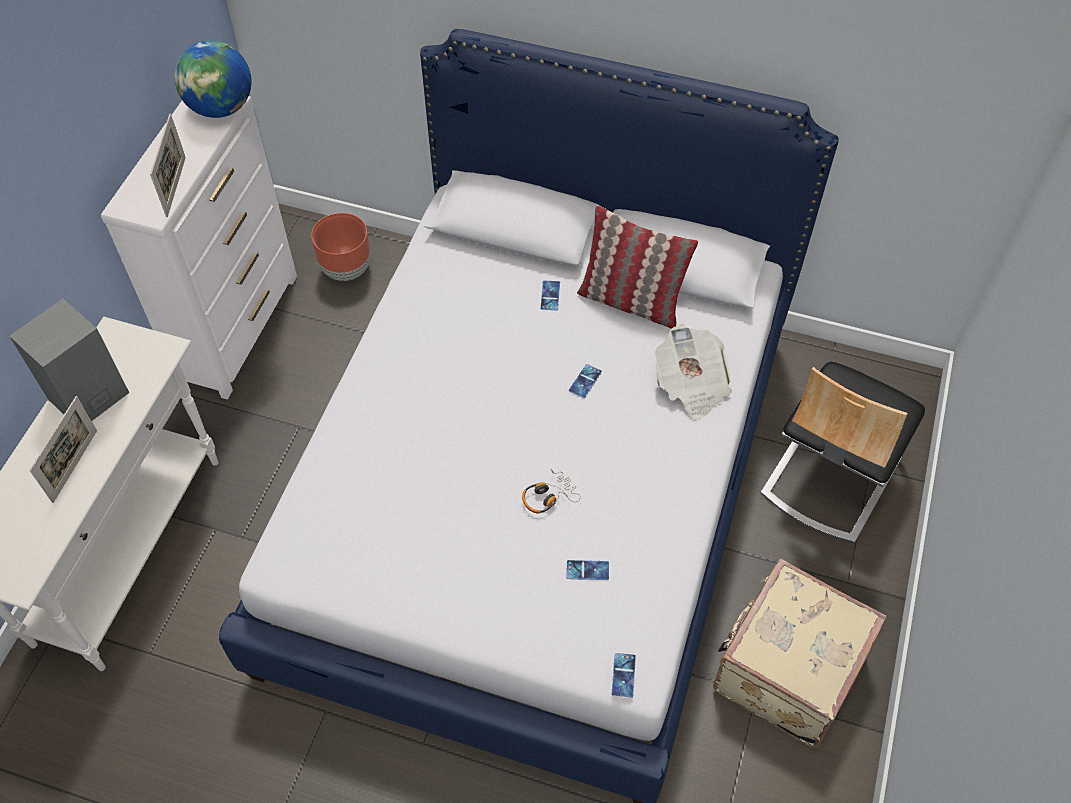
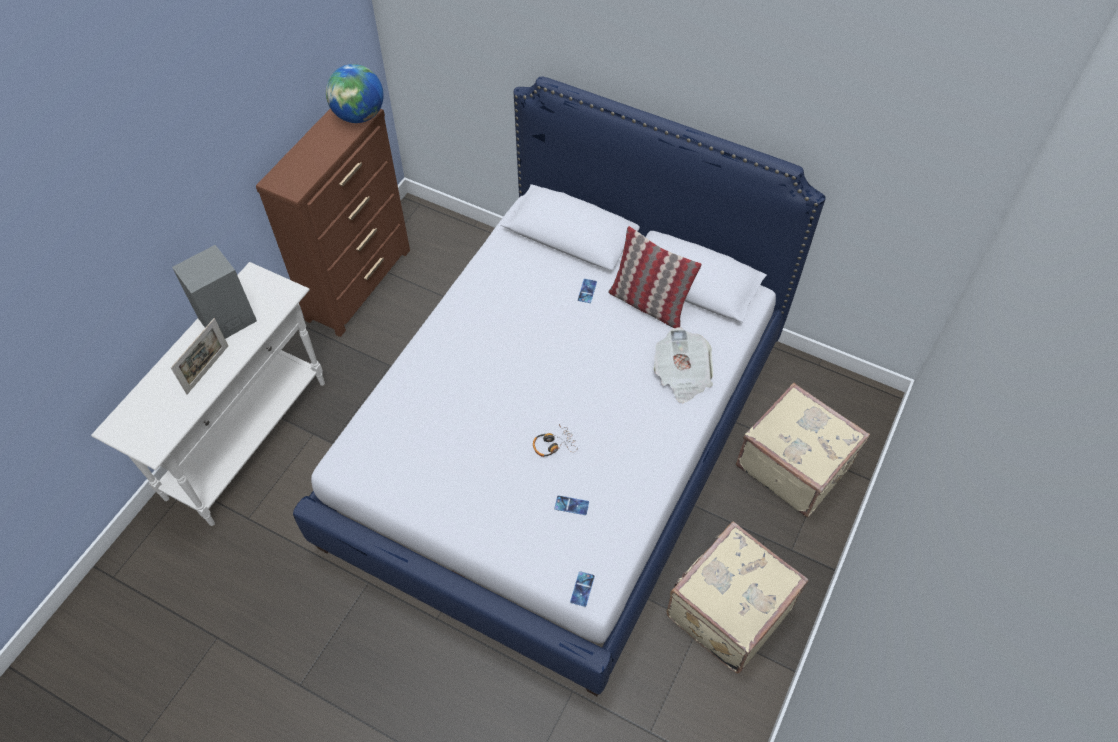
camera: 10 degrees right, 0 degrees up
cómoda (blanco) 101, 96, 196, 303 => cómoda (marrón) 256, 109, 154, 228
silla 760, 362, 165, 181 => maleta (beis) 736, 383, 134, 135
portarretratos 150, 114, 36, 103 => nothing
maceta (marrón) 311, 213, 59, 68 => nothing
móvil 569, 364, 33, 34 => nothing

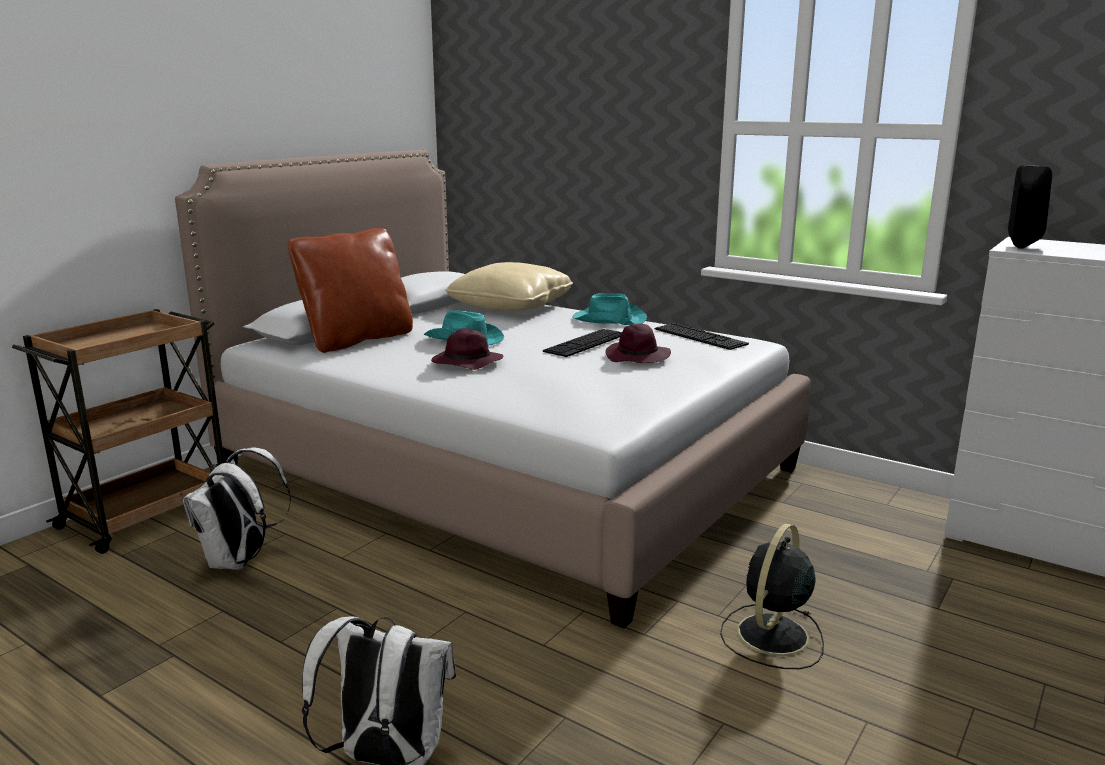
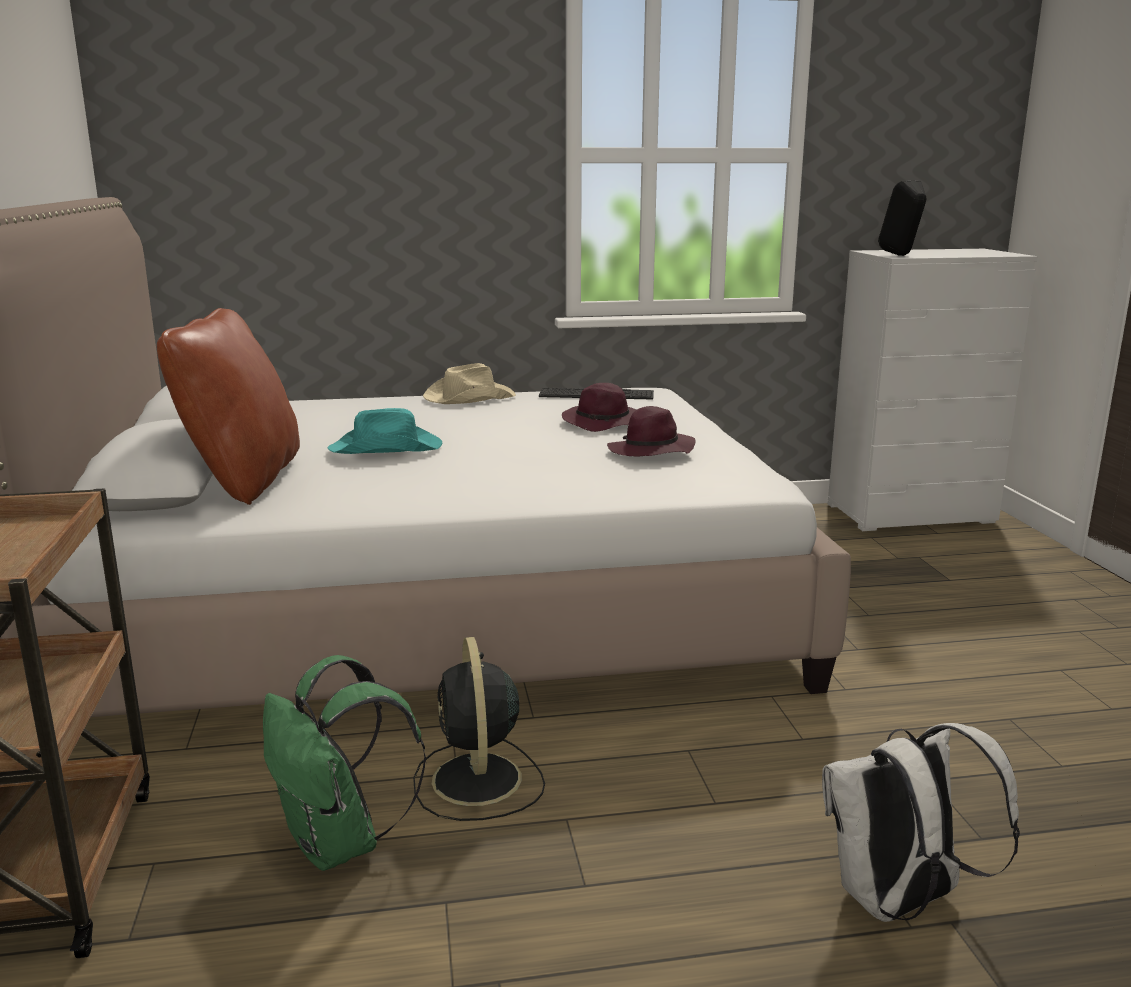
camera: 45 degrees left, 0 degrees up
mochila (blanco) 183, 448, 108, 122 => mochila (verde) 263, 655, 163, 216
ventilador (negro) 720, 524, 104, 145 => ventilador (negro) 413, 637, 132, 184, relocated
sombrero (turquesa) 572, 293, 75, 32 => sombrero (beis) 423, 363, 93, 41
sombrero (morado) 431, 328, 73, 42 => sombrero (morado) 607, 406, 89, 50, relocated
cojín (beis) 445, 262, 128, 49 => nothing
teclado 543, 329, 79, 28 => nothing

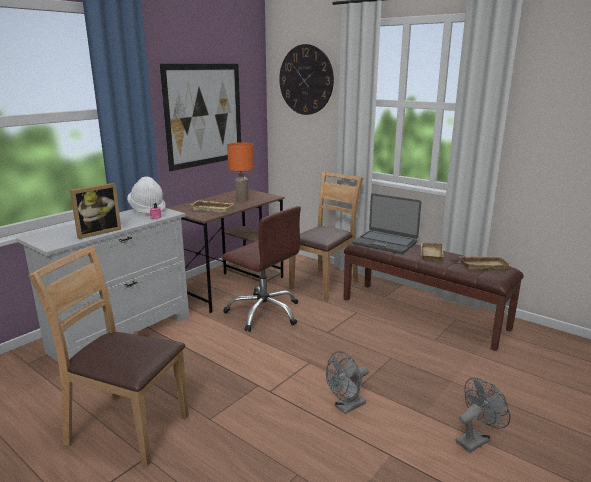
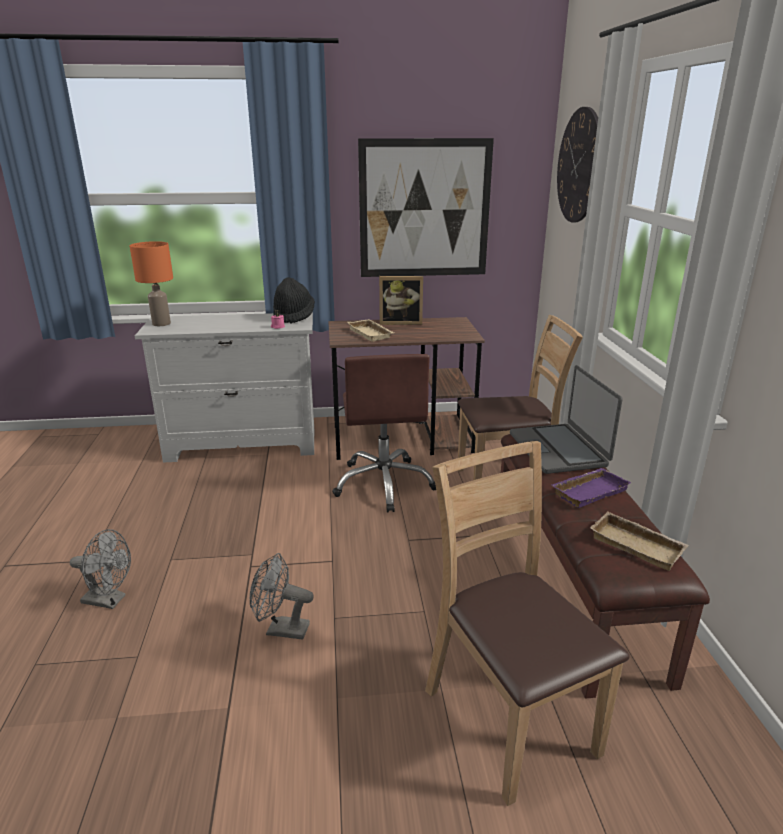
camera: 45 degrees right, 5 degrees up
ventilador (gris) 455, 378, 55, 75 => ventilador (gris) 70, 529, 61, 80, relocated
lámpara de mesa (naranja) 227, 142, 27, 60 => lámpara de mesa (naranja) 129, 241, 44, 85, relocated
sombrero (blanco) 127, 177, 39, 38 => sombrero (negro) 273, 277, 42, 47
portarretratos 70, 183, 51, 56 => portarretratos 379, 276, 44, 49, relocated
silla (marrón) 28, 246, 161, 221 => silla (marrón) 425, 441, 205, 365, relocated
bandeja (beis) 420, 242, 24, 19 => bandeja (morado) 551, 468, 80, 40

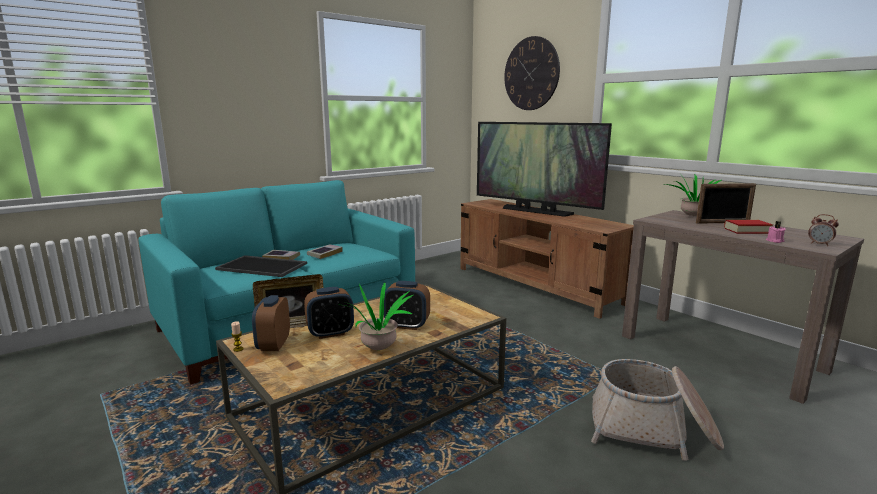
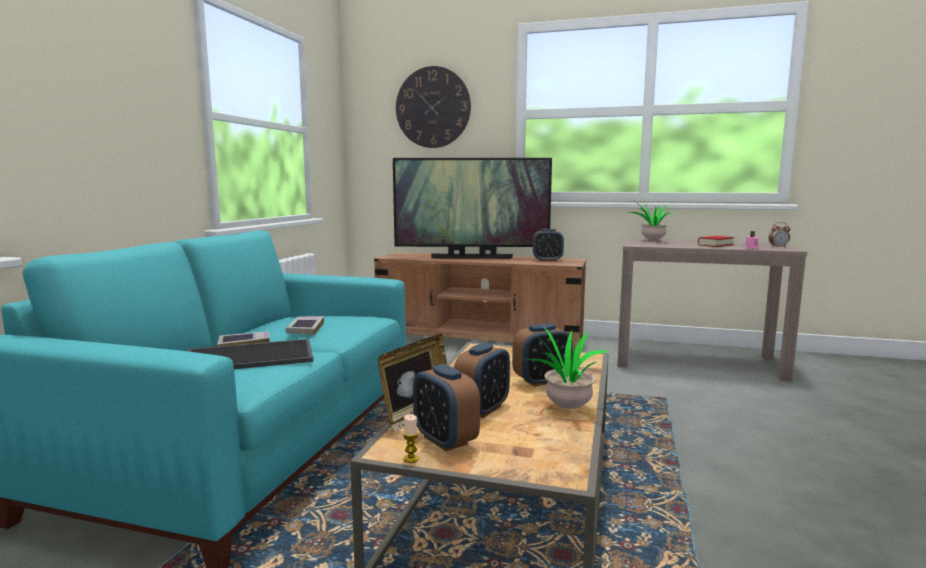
camera: 35 degrees left, 5 degrees down
nothing => despertador 533, 229, 31, 32
cesta 591, 359, 133, 102 => nothing
portarretratos 696, 183, 60, 41 => nothing

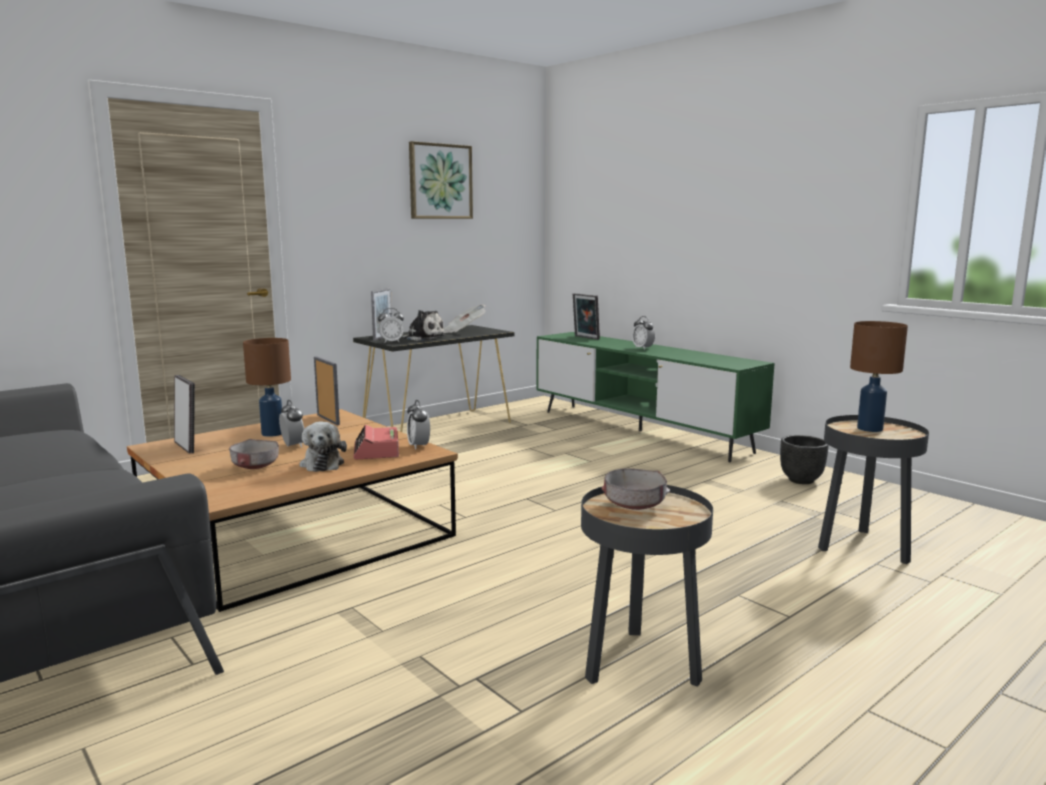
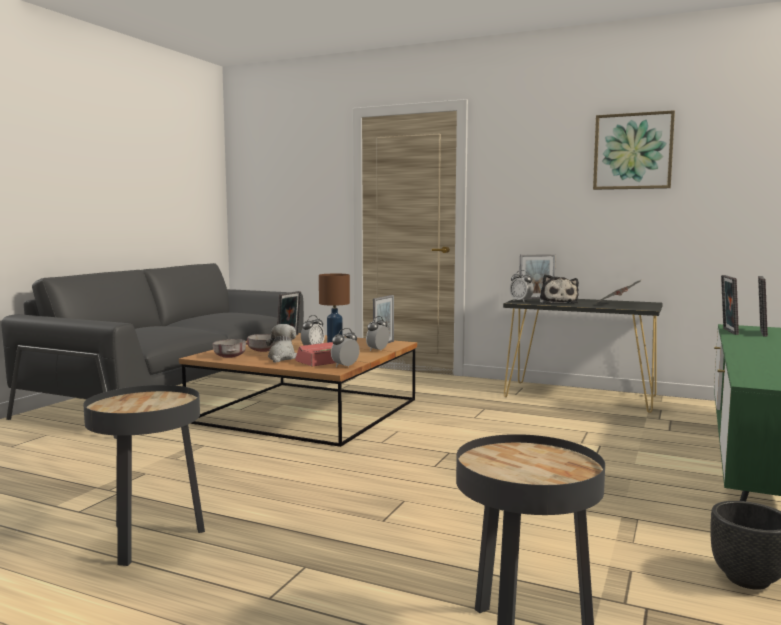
camera: 65 degrees right, 5 degrees down
cuenco (gris) 601, 468, 69, 42 => cuenco (gris) 213, 339, 33, 19, relocated
peluche 299, 422, 48, 50 => peluche 266, 324, 31, 39, 135 degrees clockwise
despertador 632, 316, 23, 34 => despertador 366, 316, 23, 35, relocated
nothing => portarretratos 721, 275, 18, 60
lámpara de mesa (marrón) 850, 321, 58, 111 => nothing

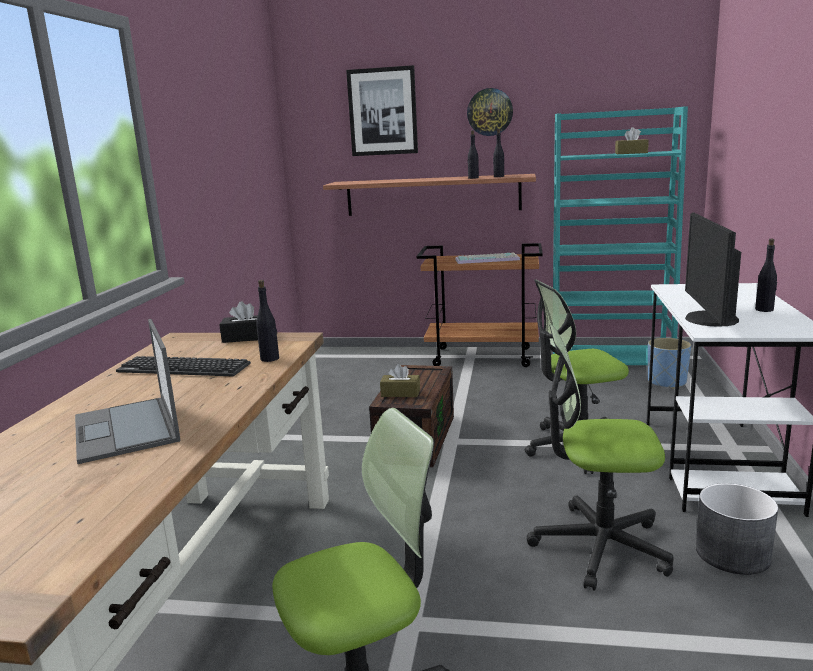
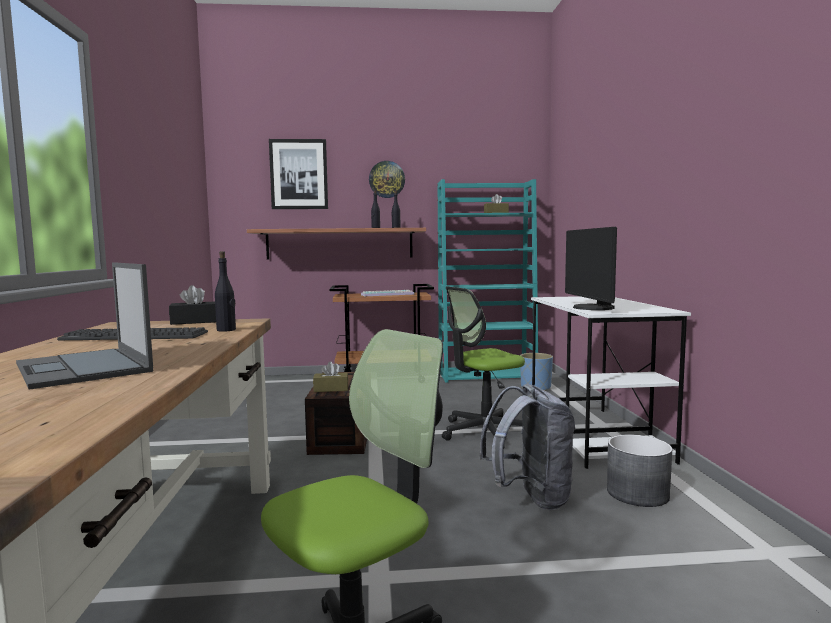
camera: 15 degrees left, 10 degrees down
silla de oficina 527, 325, 147, 266 => mochila (gris) 479, 384, 96, 126
botella (negro) 755, 239, 22, 73 => nothing

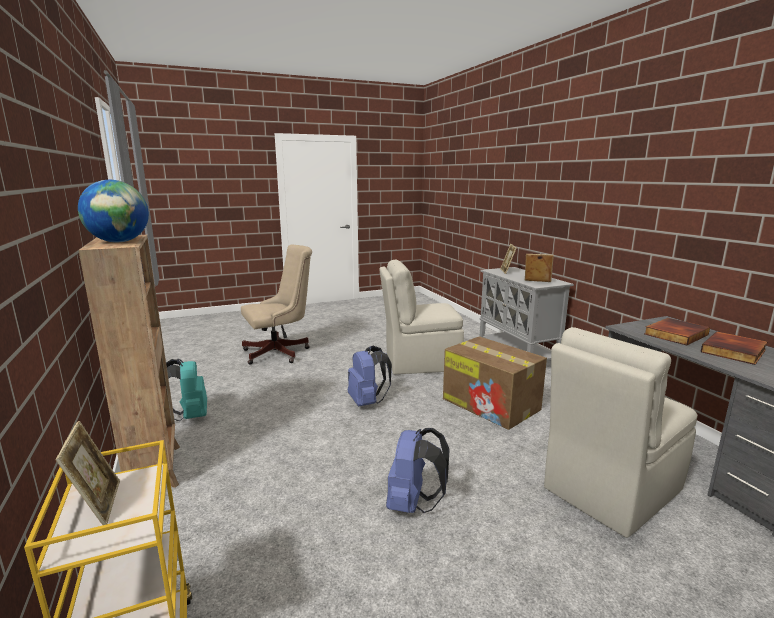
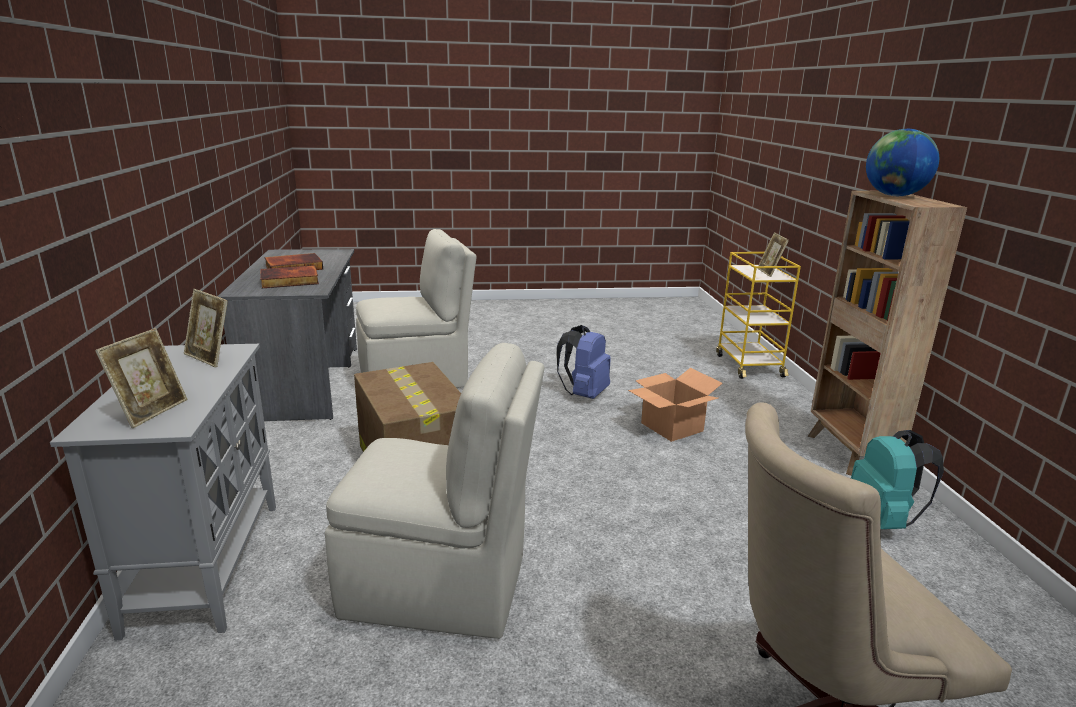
camera: 165 degrees left, 5 degrees up
nothing => caja de cartón 628, 368, 95, 74
mochila (azul) 348, 346, 44, 60 => nothing

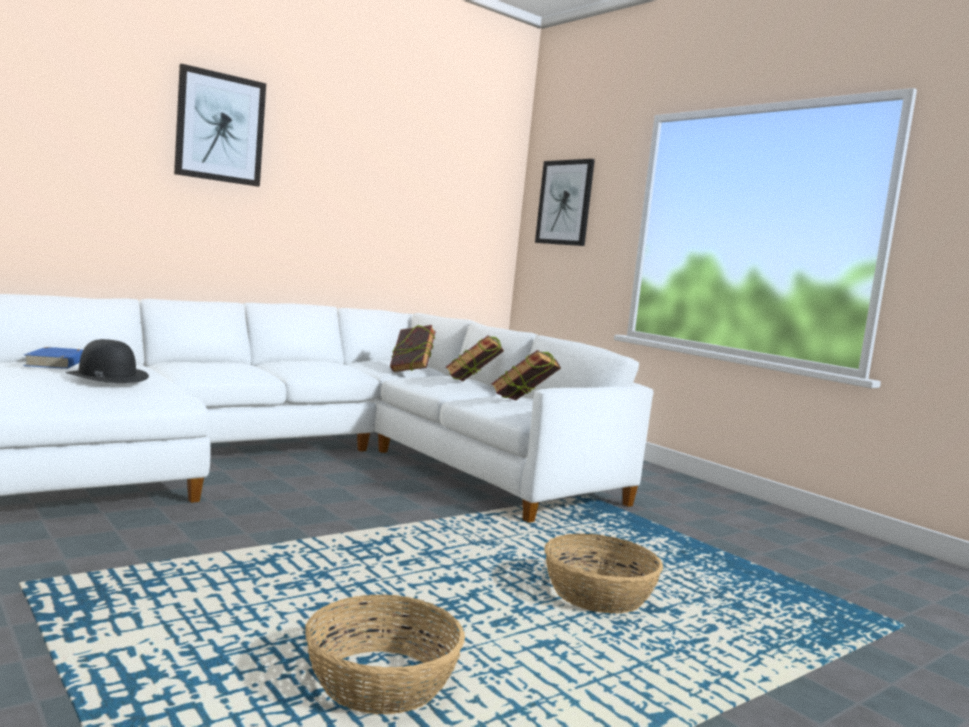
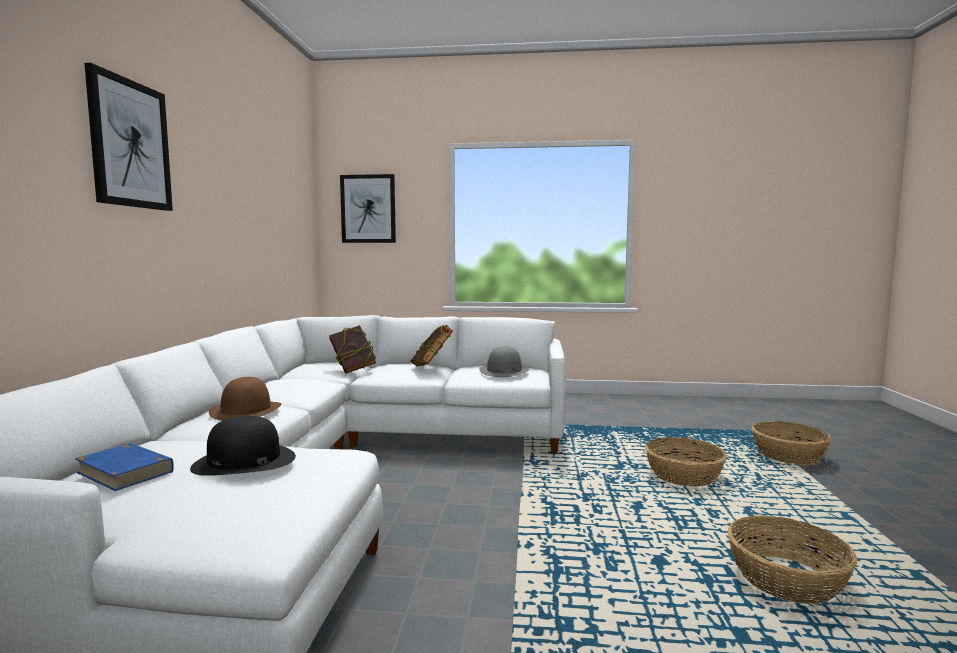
camera: 45 degrees left, 0 degrees up
nothing => sombrero (marrón) 209, 377, 73, 44
libro 491, 350, 70, 51 => sombrero (gris) 479, 346, 51, 31
nothing => cesta 752, 421, 79, 44

